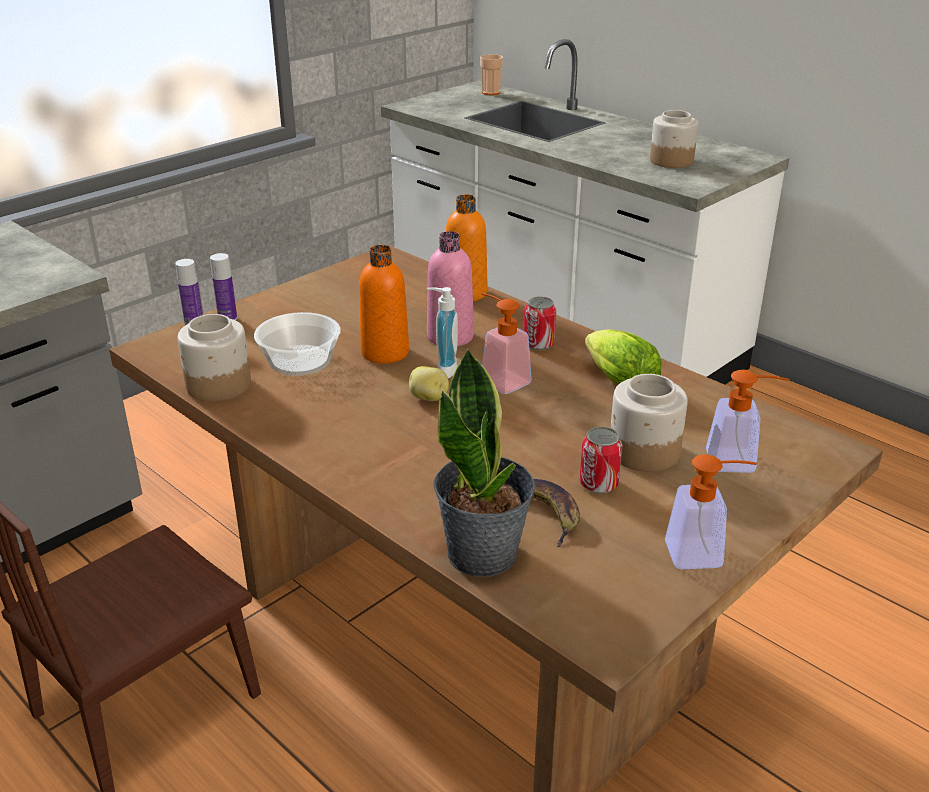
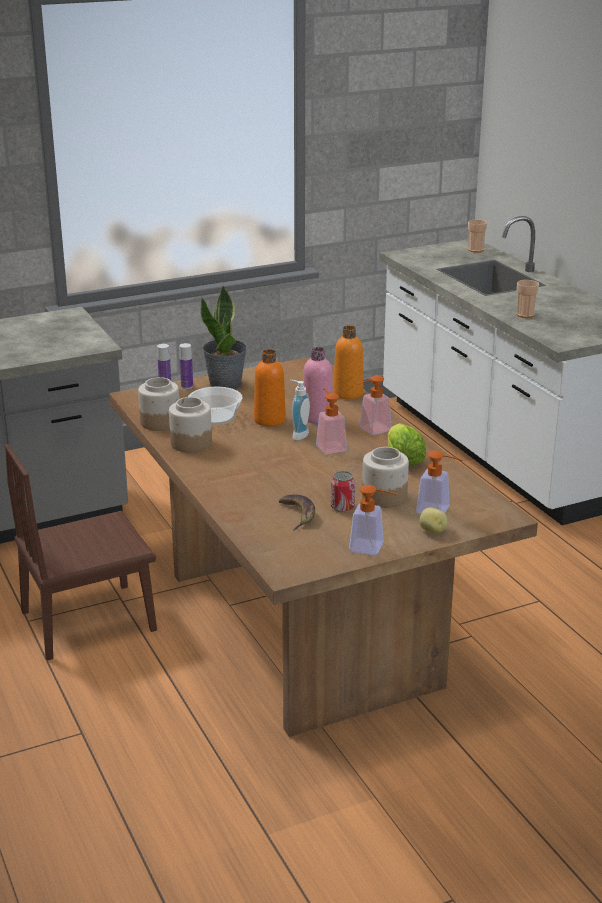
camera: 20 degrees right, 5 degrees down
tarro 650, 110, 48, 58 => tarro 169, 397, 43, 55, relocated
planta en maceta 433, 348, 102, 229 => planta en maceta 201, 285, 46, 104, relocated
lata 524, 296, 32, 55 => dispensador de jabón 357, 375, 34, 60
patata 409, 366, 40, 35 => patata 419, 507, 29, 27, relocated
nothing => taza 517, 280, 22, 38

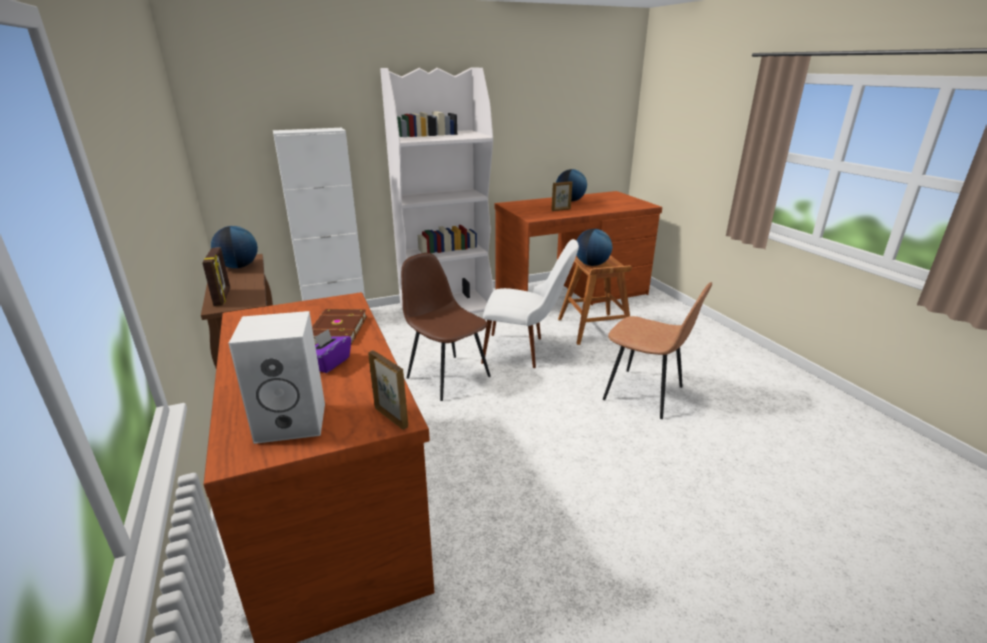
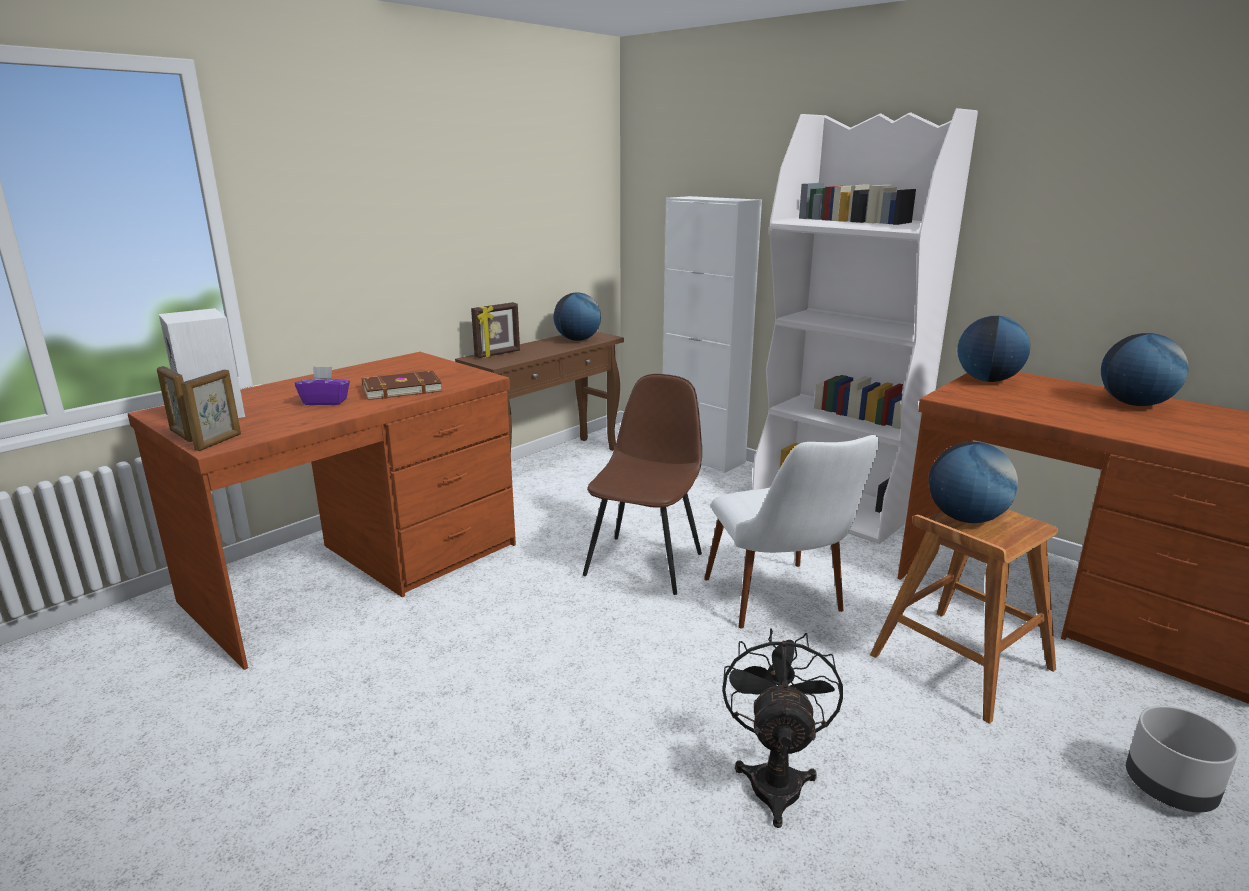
camera: 65 degrees right, 5 degrees down
portarretratos 551, 181, 21, 30 => portarretratos 157, 366, 35, 76, relocated
silla (marrón) 603, 282, 109, 137 => ventilador (negro) 722, 628, 121, 200
nothing => globo terráqueo 957, 316, 73, 66
nothing => maceta (gris) 1126, 705, 113, 107

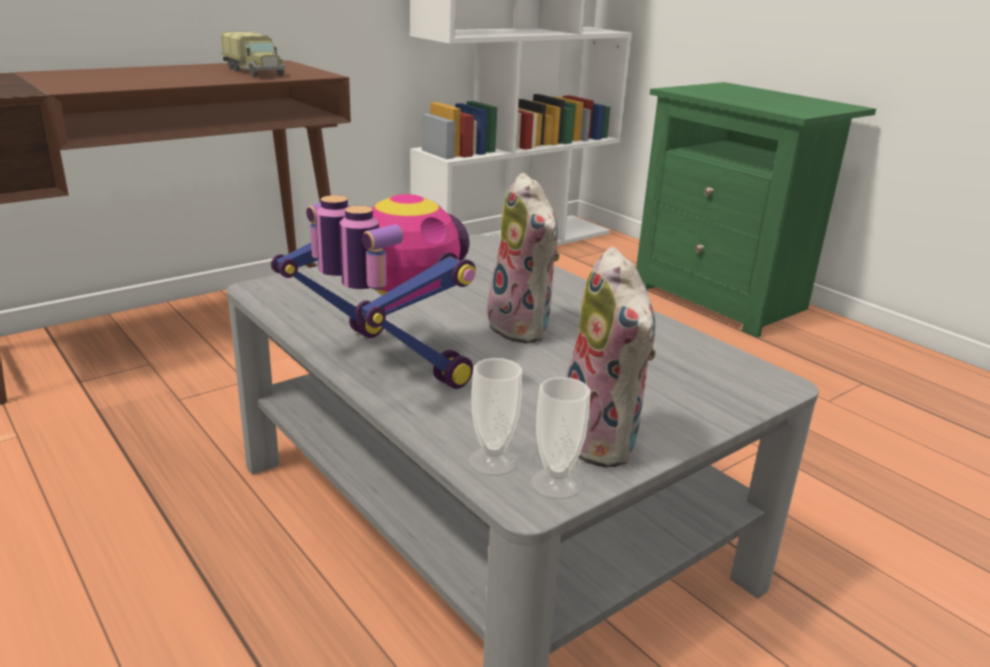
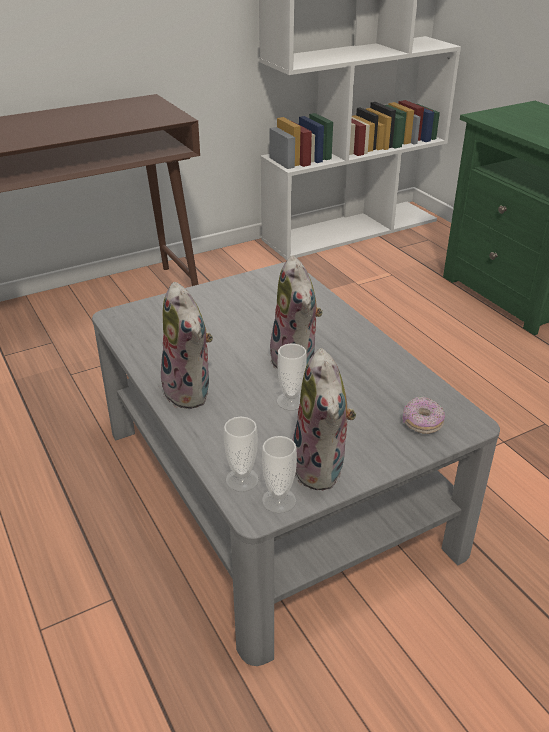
camera: 10 degrees right, 10 degrees up
robot de juguete 271, 194, 205, 195 => peluche 161, 282, 52, 127
nothing => taza 277, 344, 30, 66
nothing => rosquilla 403, 397, 42, 37
camión de juguete 221, 31, 64, 46 => nothing

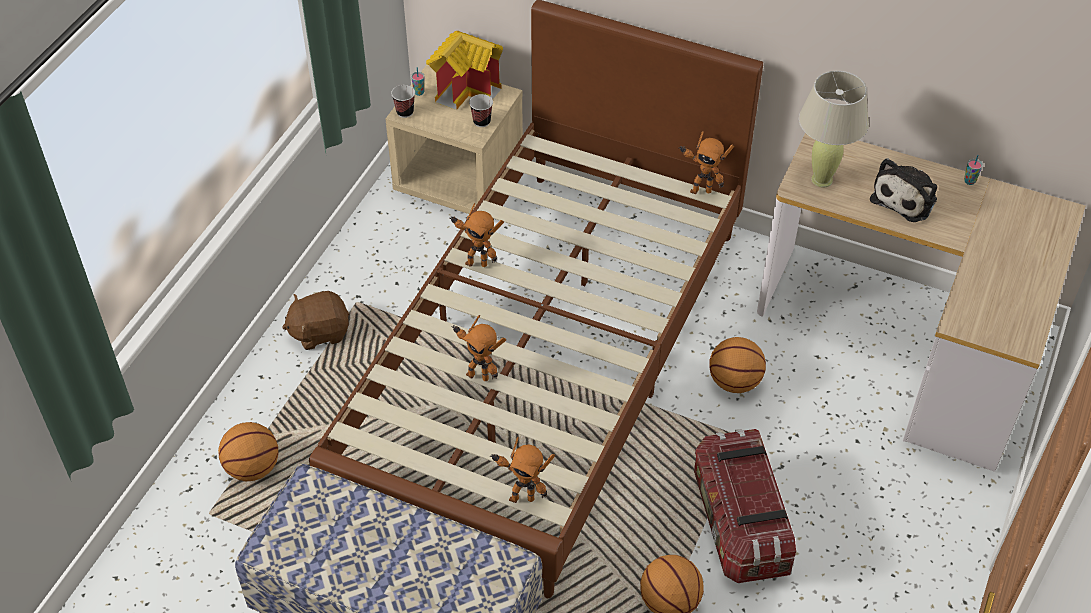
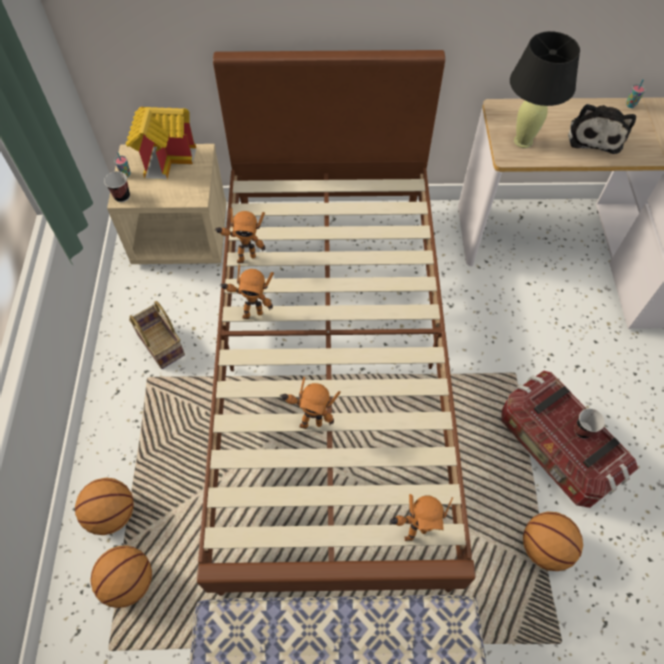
camera: 25 degrees left, 10 degrees up
balón de baloncesto 709, 337, 57, 56 => balón de baloncesto 75, 478, 59, 57, relocated
nothing => cesta 129, 301, 56, 68
robot de juguete 679, 131, 55, 63 => robot de juguete 214, 208, 51, 55, relocated
lámpara de mesa (beis) 799, 71, 70, 117 => lámpara de mesa (negro) 510, 31, 70, 117
taza 469, 94, 24, 33 => taza 574, 408, 31, 30, relocated
peluche (marrón) 282, 291, 67, 59 => nothing

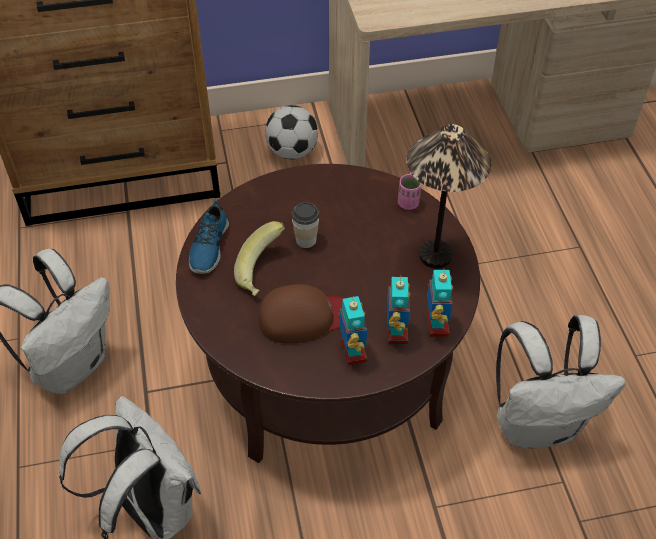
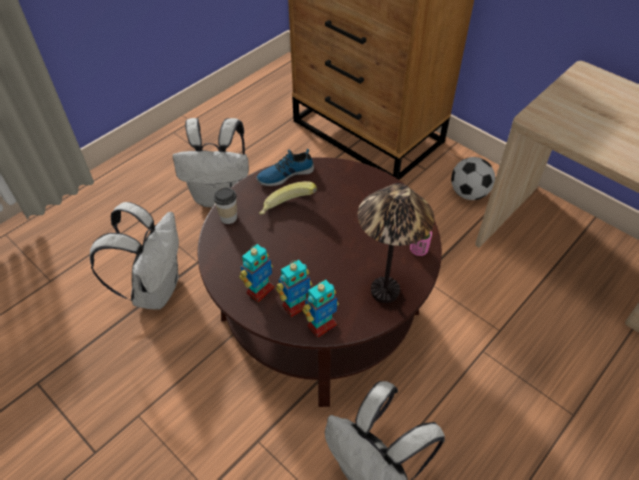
camera: 55 degrees right, 0 degrees up
taza 291, 202, 29, 46 => taza 214, 187, 23, 37, relocated
gorra (marrón) 258, 284, 87, 60 => nothing

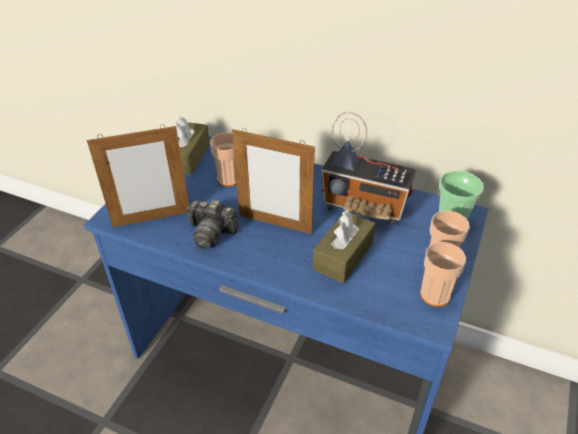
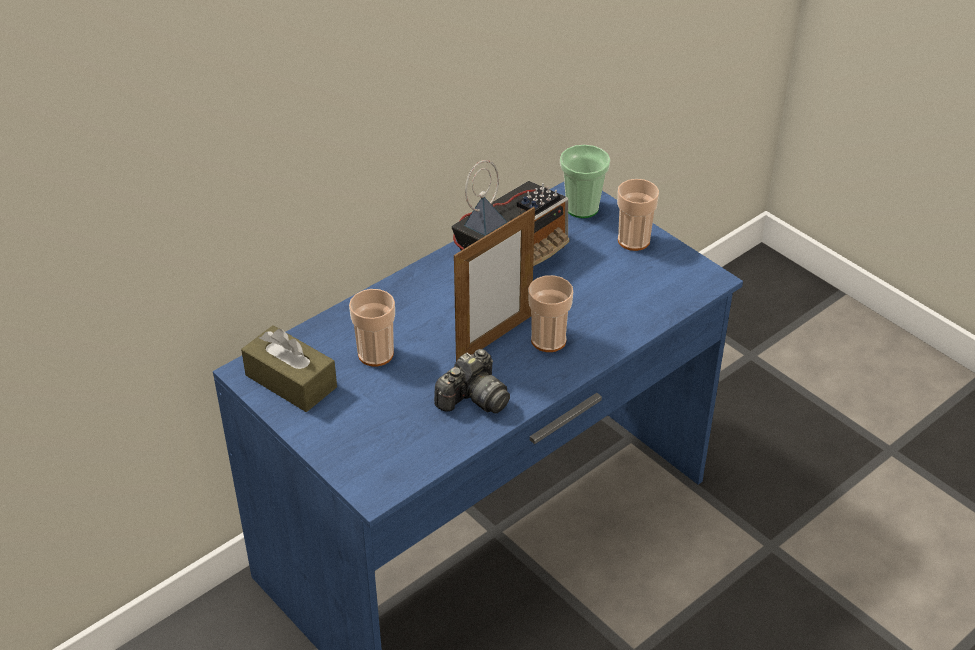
camera: 65 degrees left, 0 degrees up
taza 420, 242, 46, 65 => taza 528, 275, 45, 77, relocated
portarretratos 87, 124, 102, 103 => nothing
caja de pañuelos (marrón) 313, 210, 63, 73 => nothing

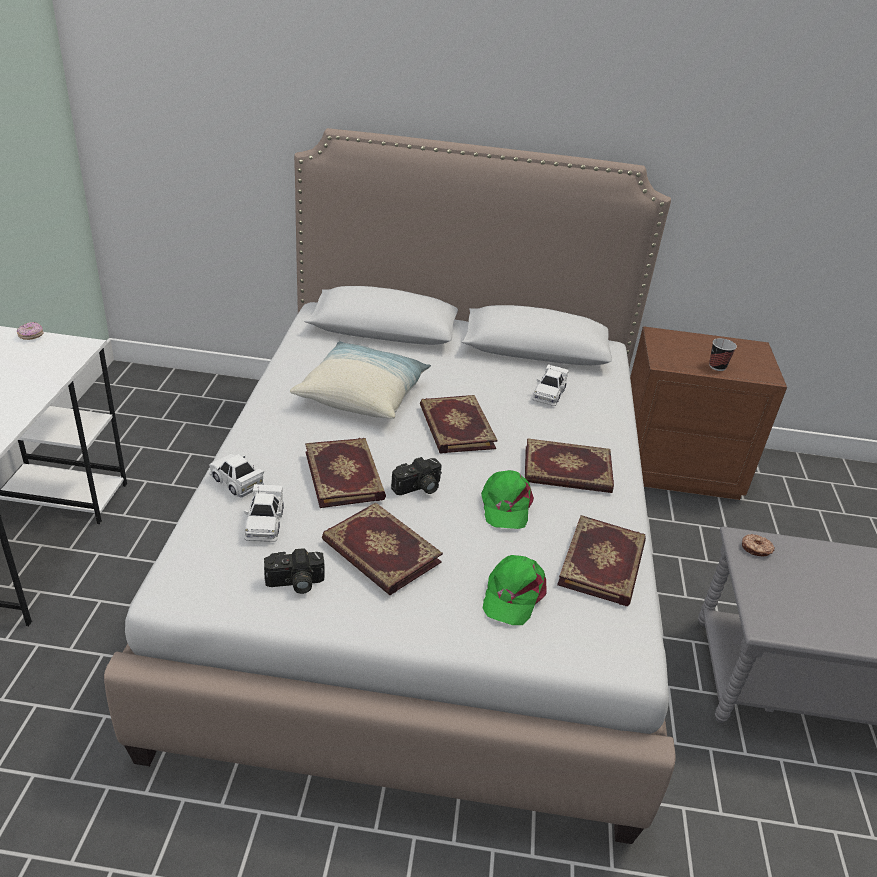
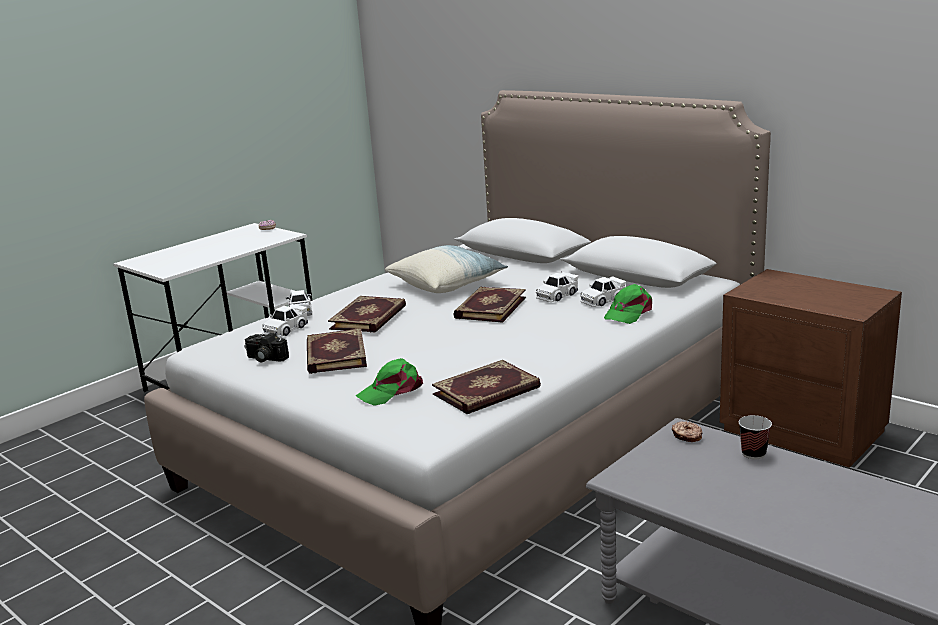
camera: 40 degrees right, 15 degrees down
nothing => coche de juguete (blanco) 536, 271, 43, 31
gorra (verde) 481, 470, 53, 59 => gorra (verde) 604, 284, 48, 40, relocated
taza 709, 338, 28, 33 => taza 739, 415, 33, 44, relocated
cámara 391, 457, 51, 38 => nothing
libro 525, 438, 89, 55 => nothing

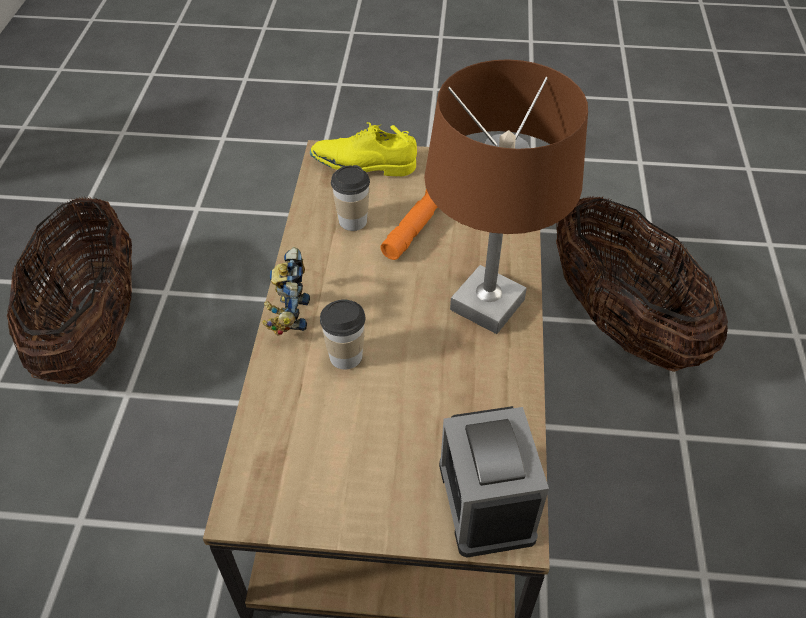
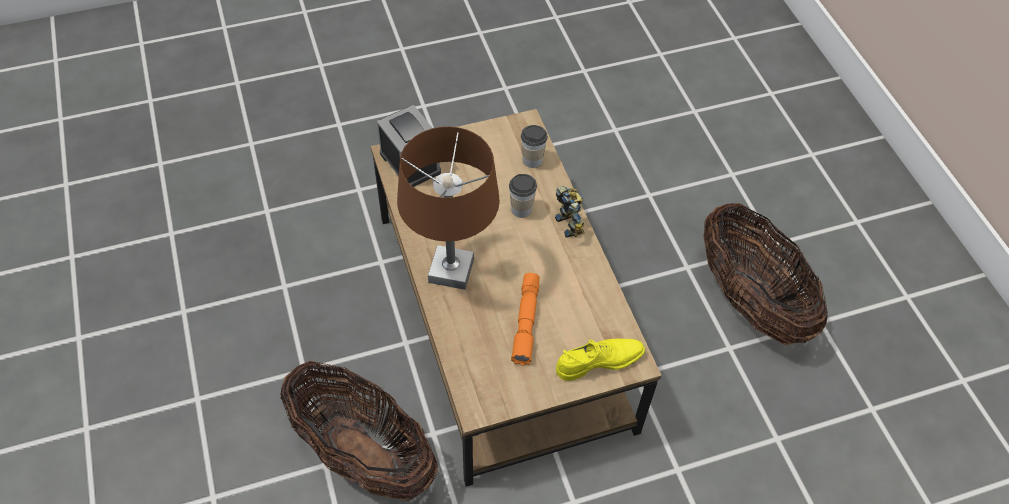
camera: 155 degrees right, 5 degrees up
taza 331, 165, 39, 66 => taza 521, 125, 27, 43, relocated

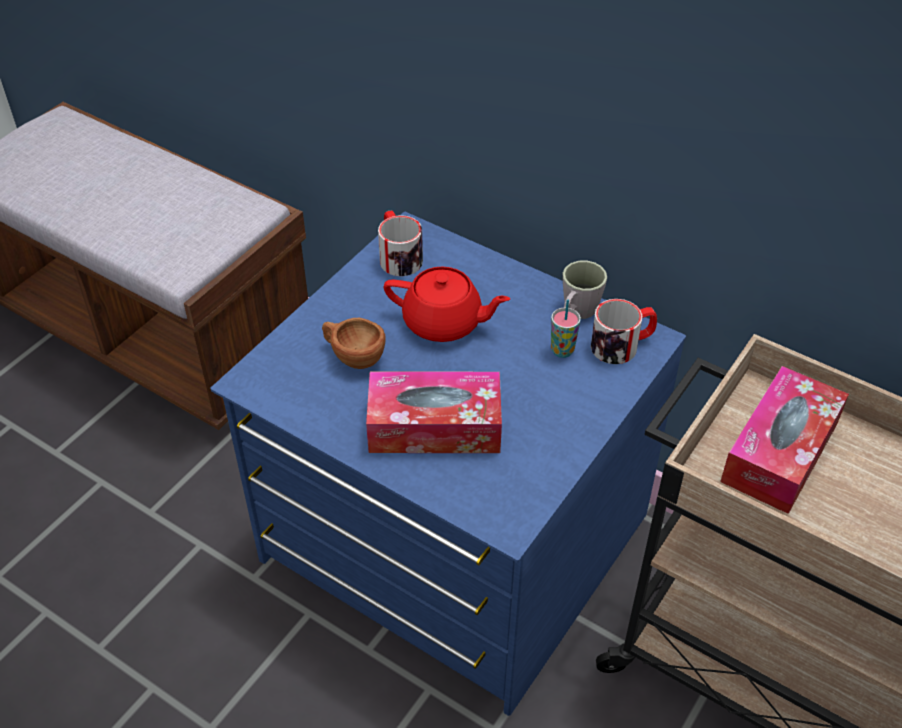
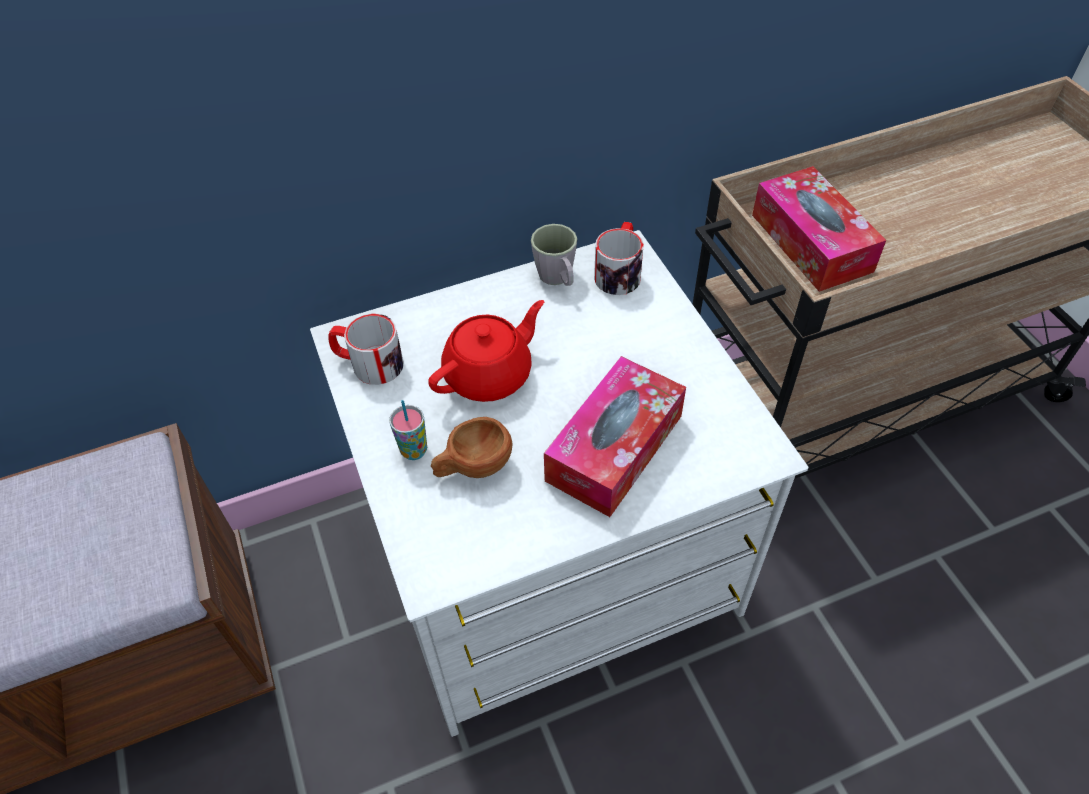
camera: 55 degrees left, 5 degrees up
cómoda (azul) 211, 212, 475, 504 => cómoda (blanco) 310, 230, 498, 507
taza 551, 300, 30, 58 => taza 389, 400, 38, 60, relocated

